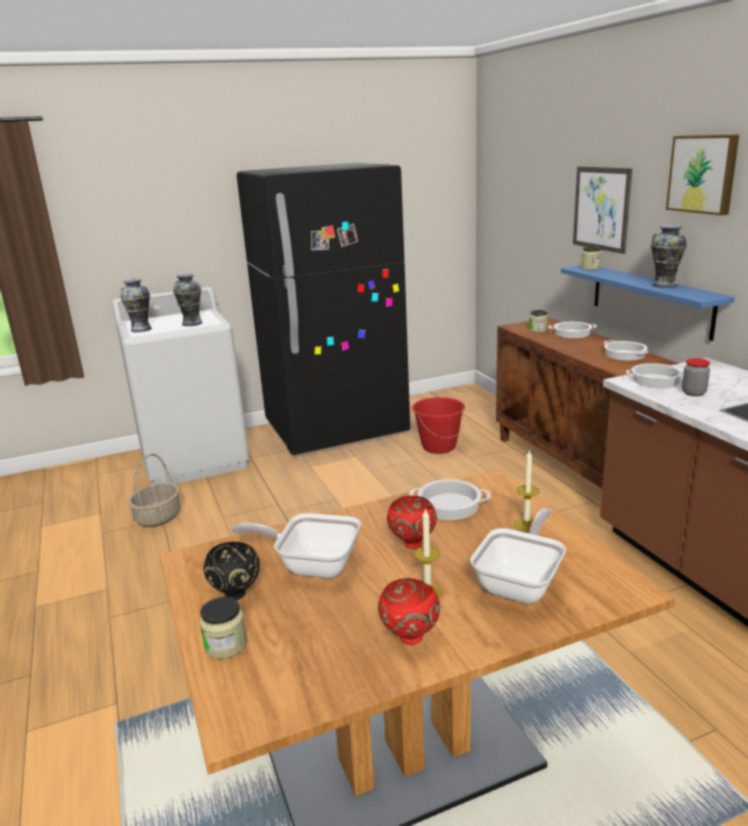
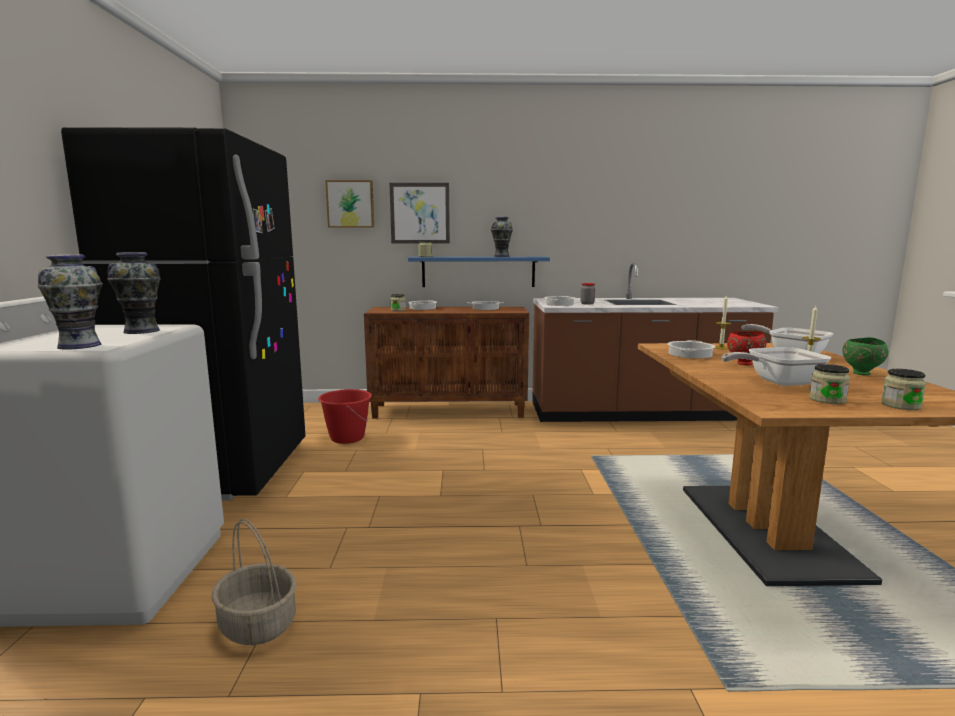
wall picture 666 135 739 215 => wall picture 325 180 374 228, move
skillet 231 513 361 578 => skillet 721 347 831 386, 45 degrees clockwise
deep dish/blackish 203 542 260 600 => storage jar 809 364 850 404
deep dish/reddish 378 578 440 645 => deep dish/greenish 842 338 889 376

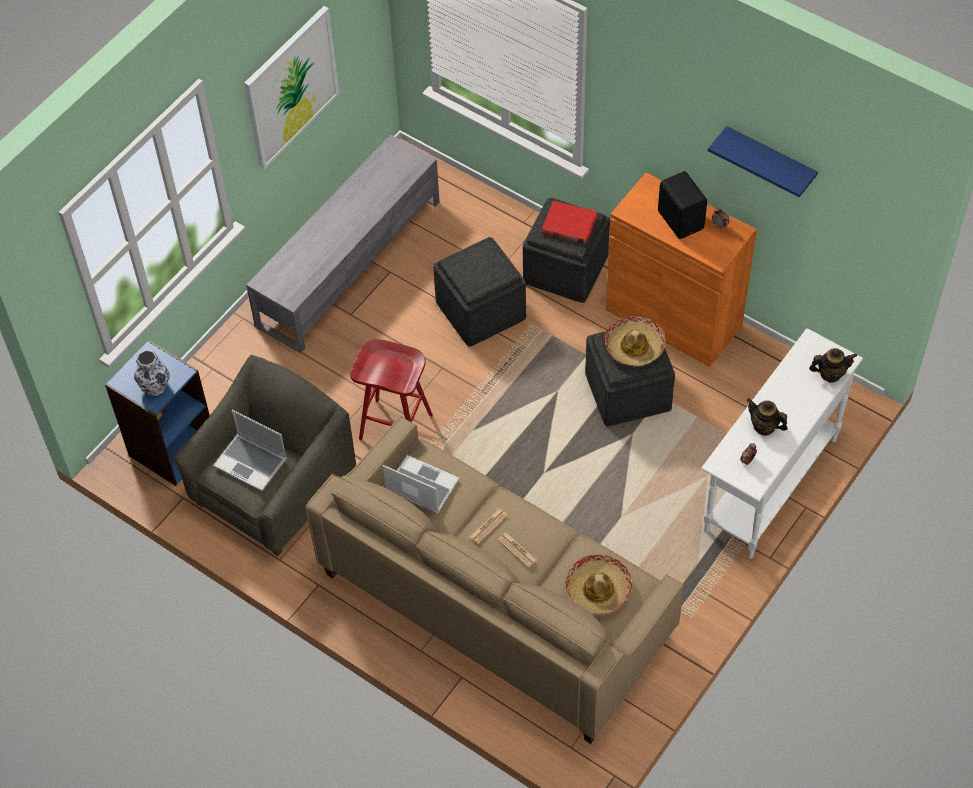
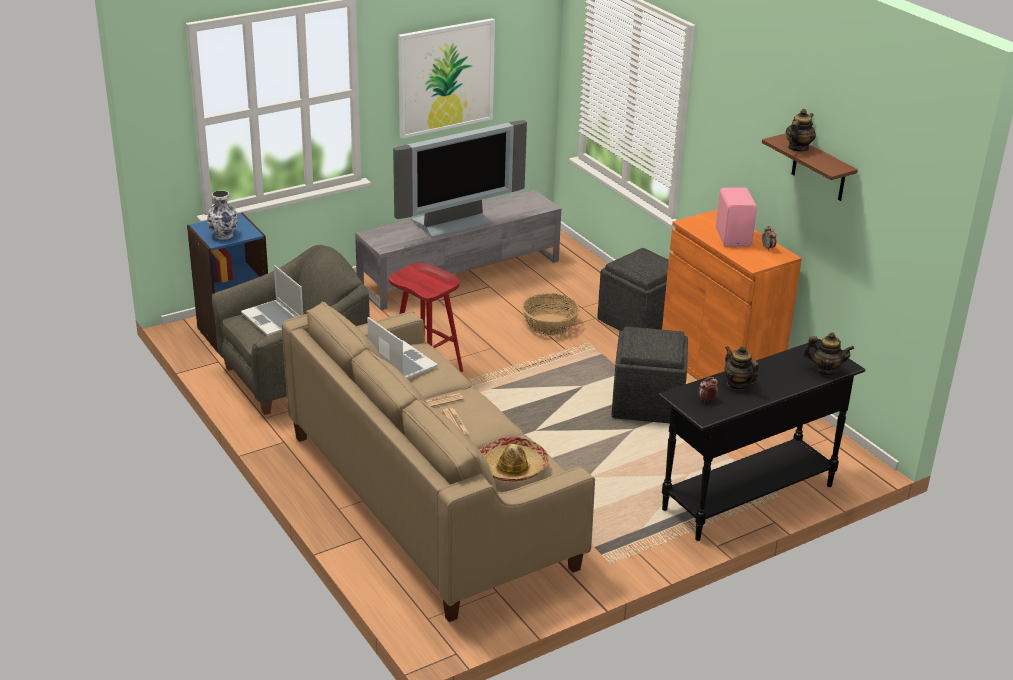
shelf/blue 708 126 818 197 => shelf/brown-coloured 762 133 858 201
loudspeaker/blackish 658 171 707 239 => loudspeaker/pink 716 187 757 247
bound book/reddish 542 201 597 245 => nothing
footrest/gray 433 237 526 347 => storage basket 522 293 579 336
clothing hat 605 316 666 366 => nothing
console table/whitish 701 328 863 558 => console table/blackish 658 339 865 541
nothing => pot for tea 786 109 816 151
nothing => television 393 120 527 238

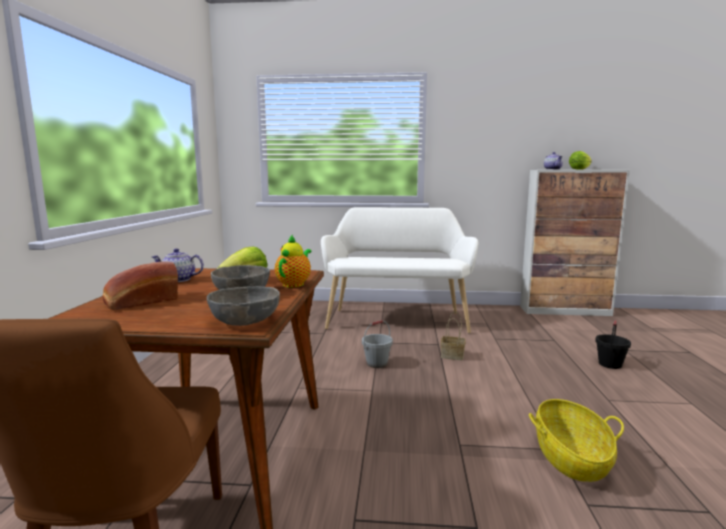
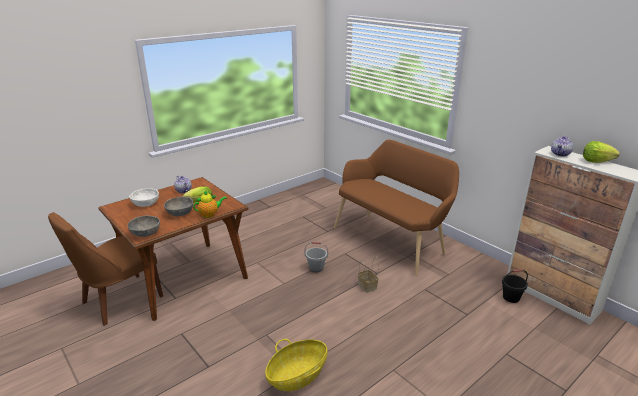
indoor bench/whitish 321 207 478 334 => indoor bench/brown-coloured 334 140 459 276
bakery bread 102 261 178 310 => deep dish/whitish 129 188 159 207
pail/blackish 595 320 631 369 => pail/blackish 502 269 528 303, move

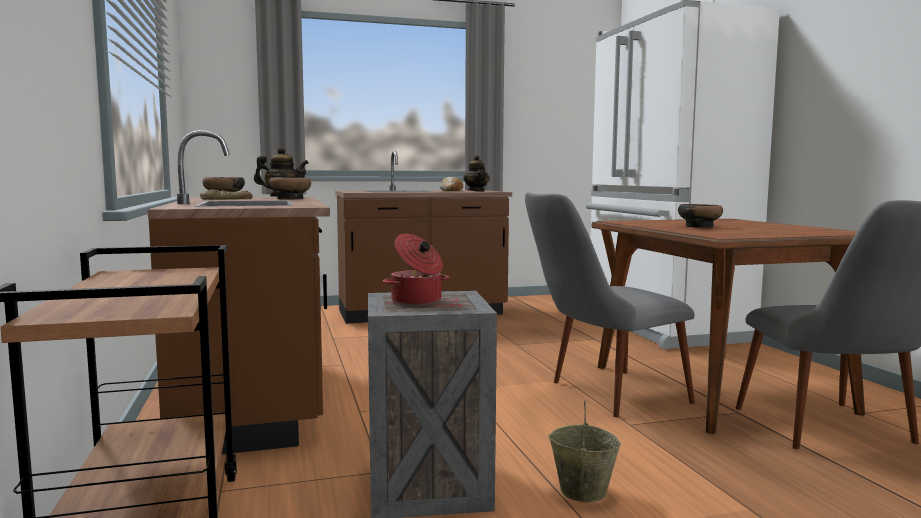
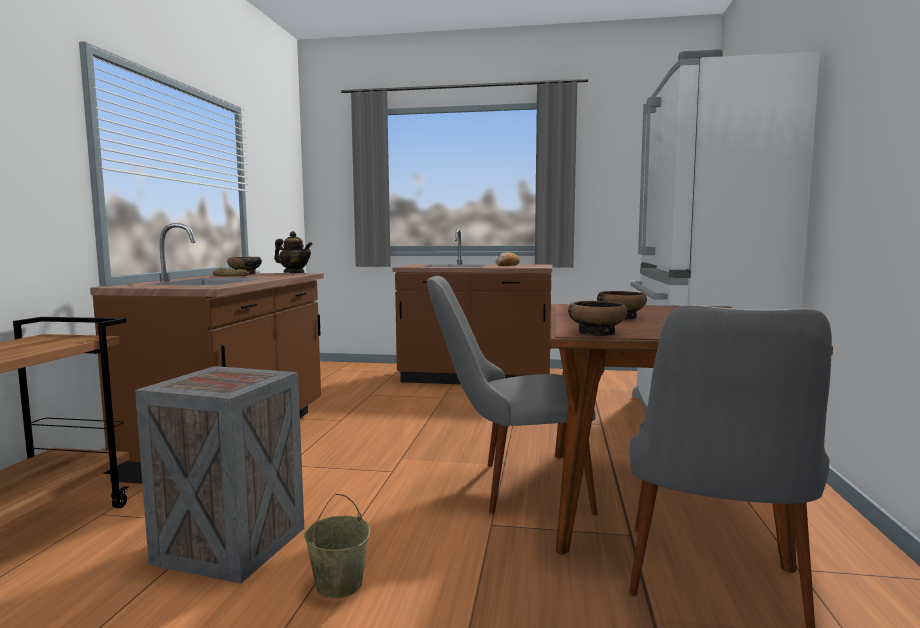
pot for tea 464 155 489 192 => nothing
deep dish 269 177 311 200 => deep dish 568 301 627 336, move
stockpot 383 234 450 306 => nothing

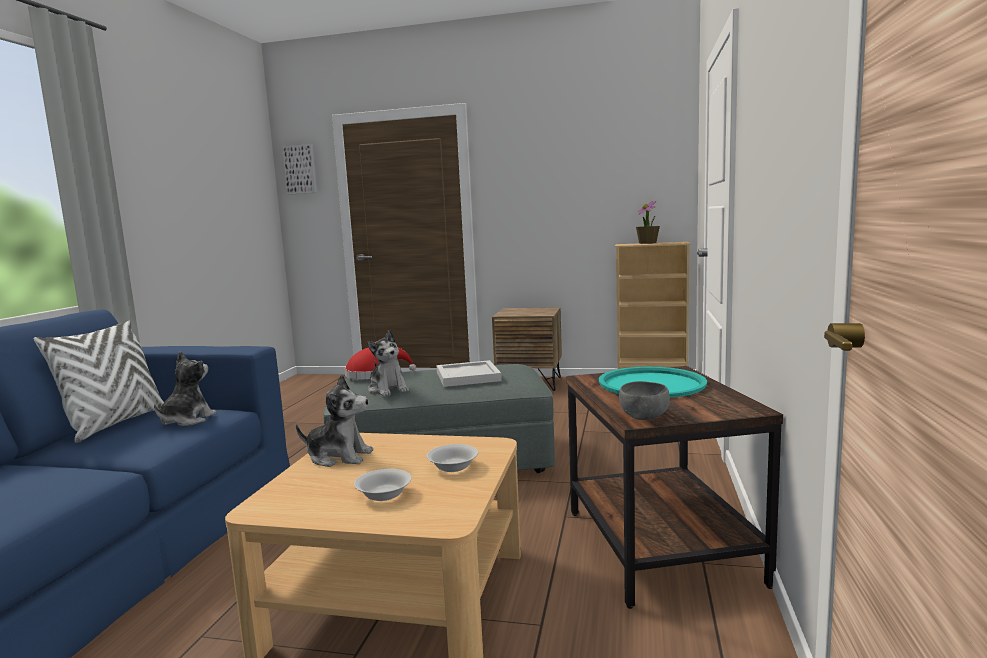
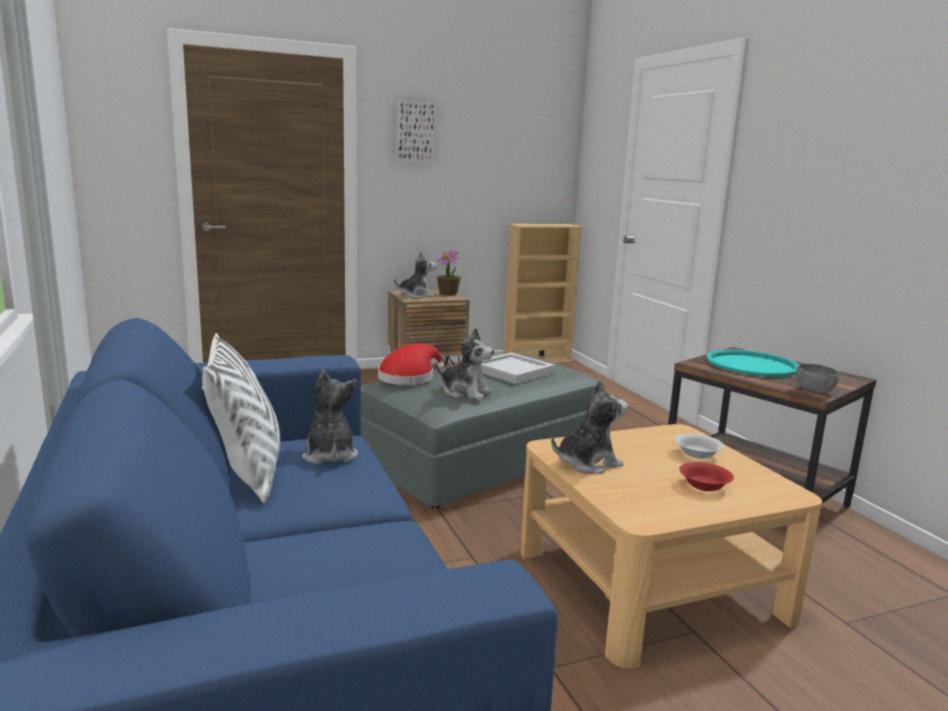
wall picture 282 144 317 195 => wall picture 397 101 436 162, move
potted plant 636 201 660 244 => potted plant 437 250 461 296, move
deep dish/whitish 354 469 412 501 => deep dish/reddish 679 462 734 491
nothing => soft toy 394 252 436 298

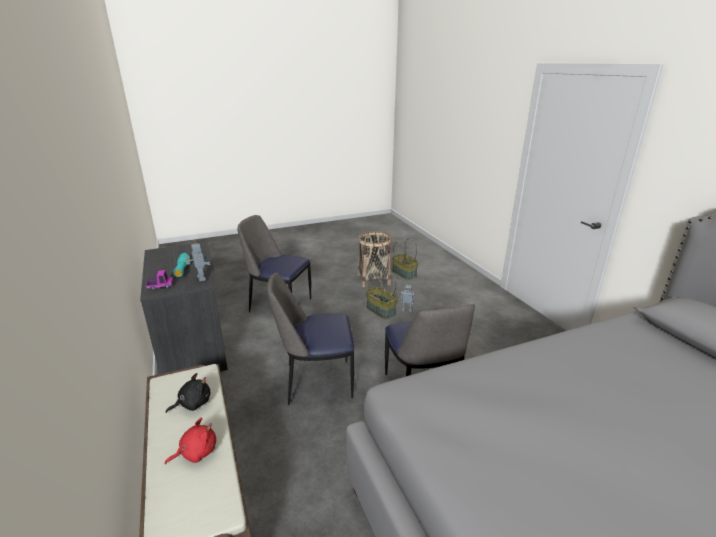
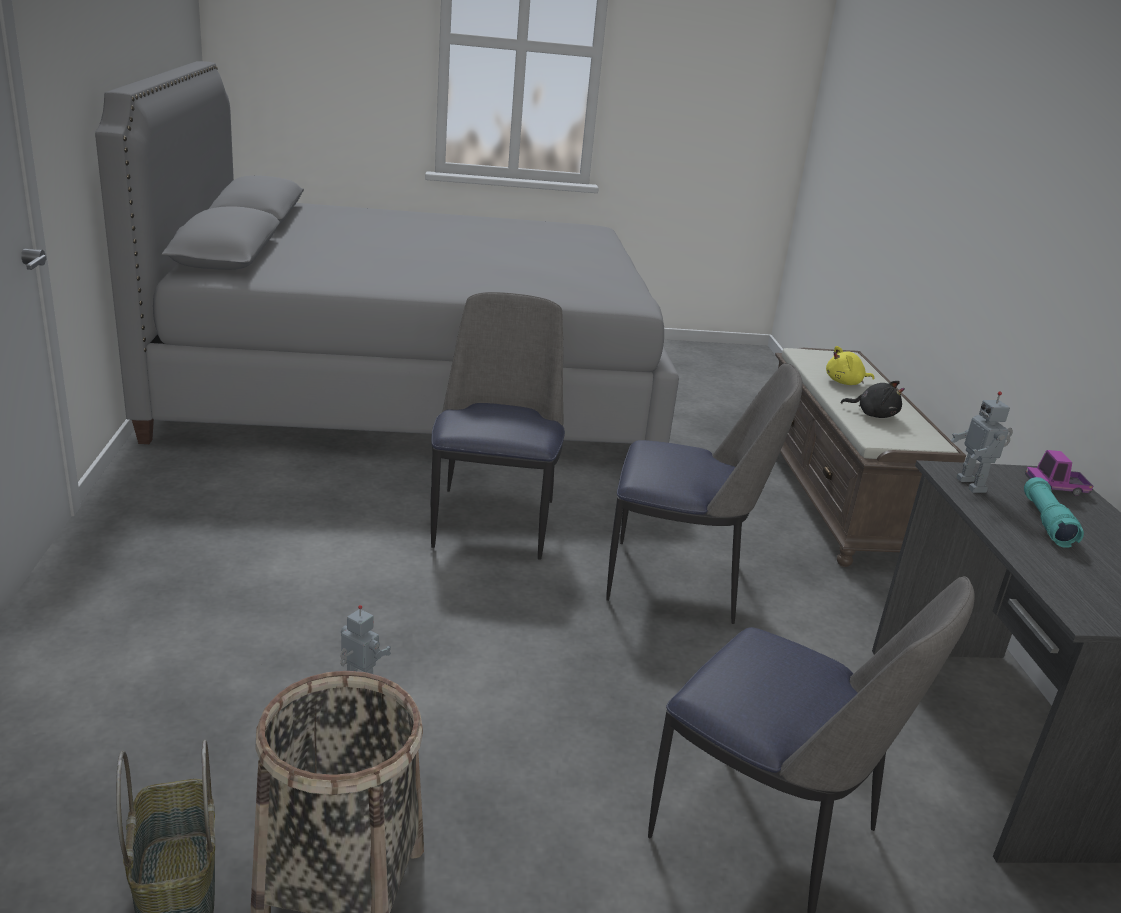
storage basket 366 270 397 319 => nothing
soft toy/blackish 166 373 210 413 => soft toy/blackish 841 381 905 418, 135 degrees counterclockwise
soft toy/reddish 165 418 216 464 => soft toy/yellowish 826 346 874 385

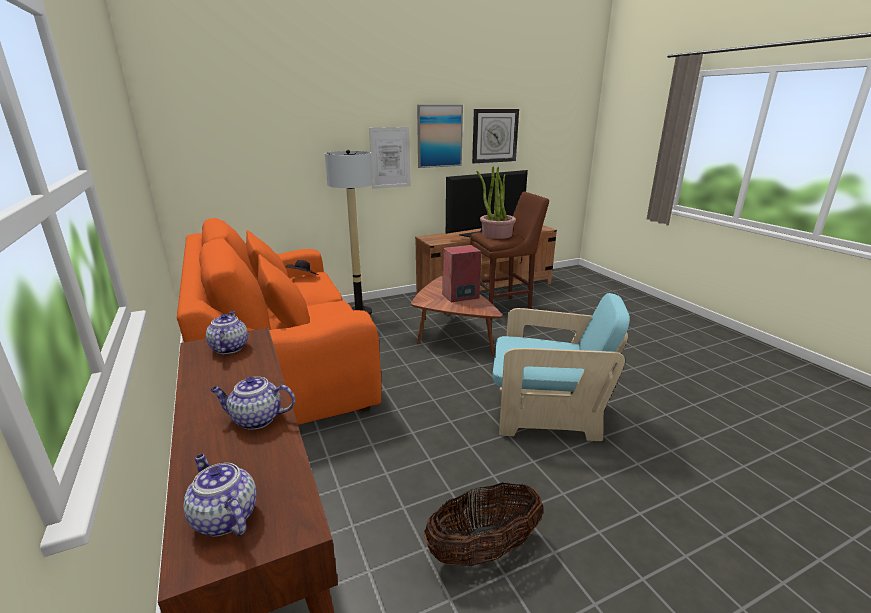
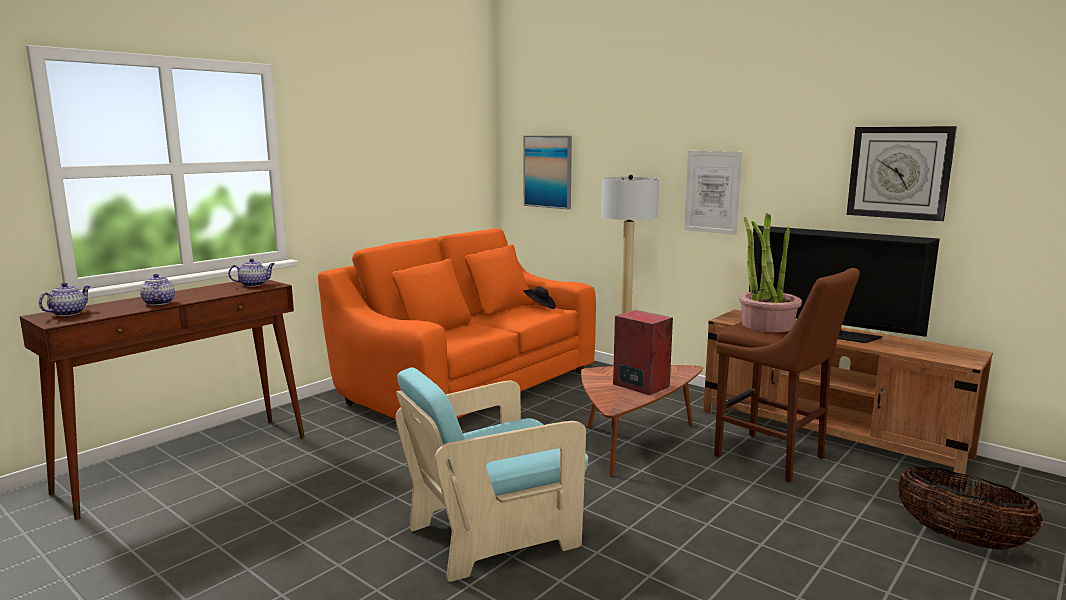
wall picture 417 105 463 168 => wall picture 523 136 572 210, move
lounge chair/turquoise-coloured 493 293 630 441 => lounge chair/turquoise-coloured 395 367 588 582, 75 degrees clockwise
storage basket 424 483 543 567 => storage basket 897 467 1043 550, move

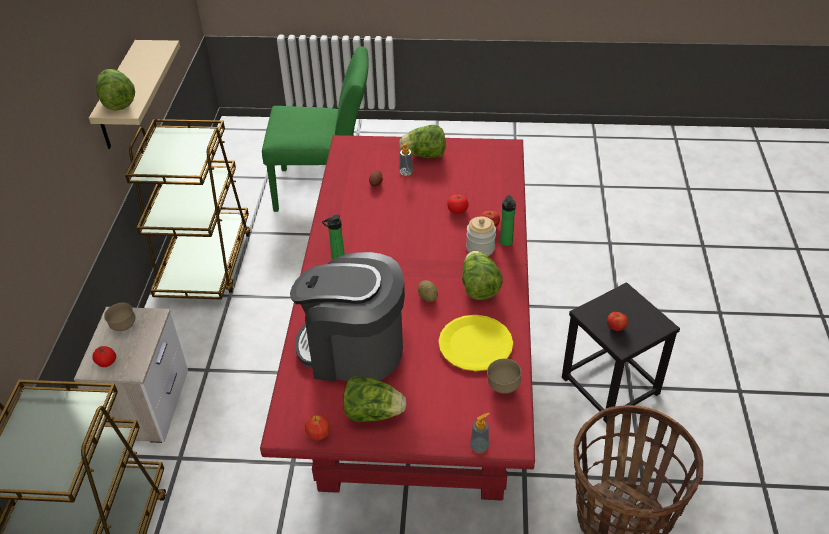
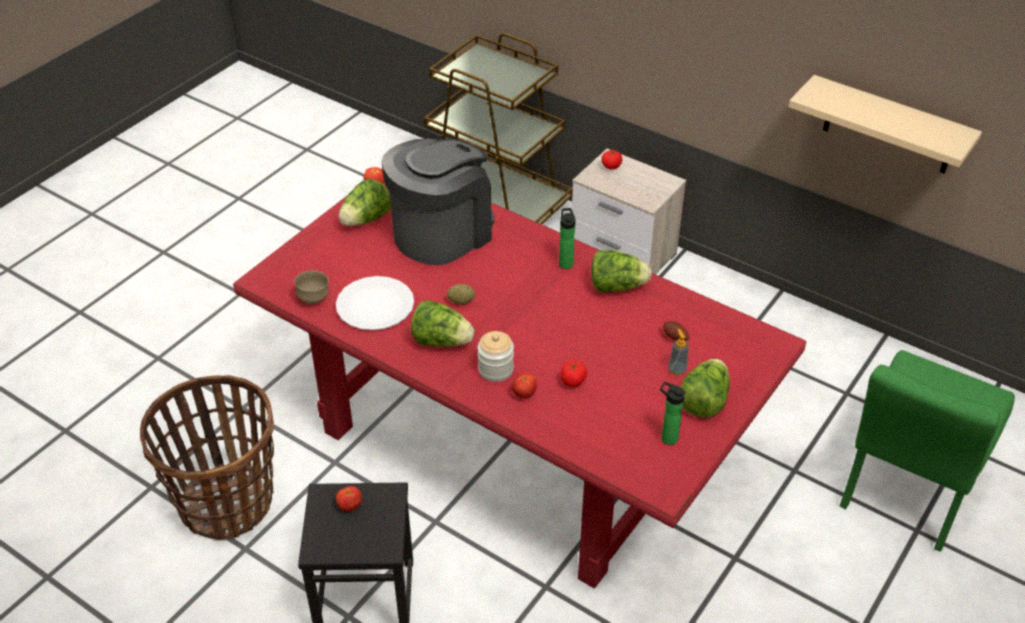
lettuce 96 69 135 111 => lettuce 591 250 652 293, move
wheeled cart/brown-coloured 125 119 251 300 => nothing
bottle 500 195 516 246 => bottle 660 382 685 445, move
deep dish/brown-coloured 104 303 135 331 => nothing
dinner plate/yellowish 438 315 513 371 => dinner plate/whitish 336 276 414 330
soap dispenser 470 413 490 453 => nothing

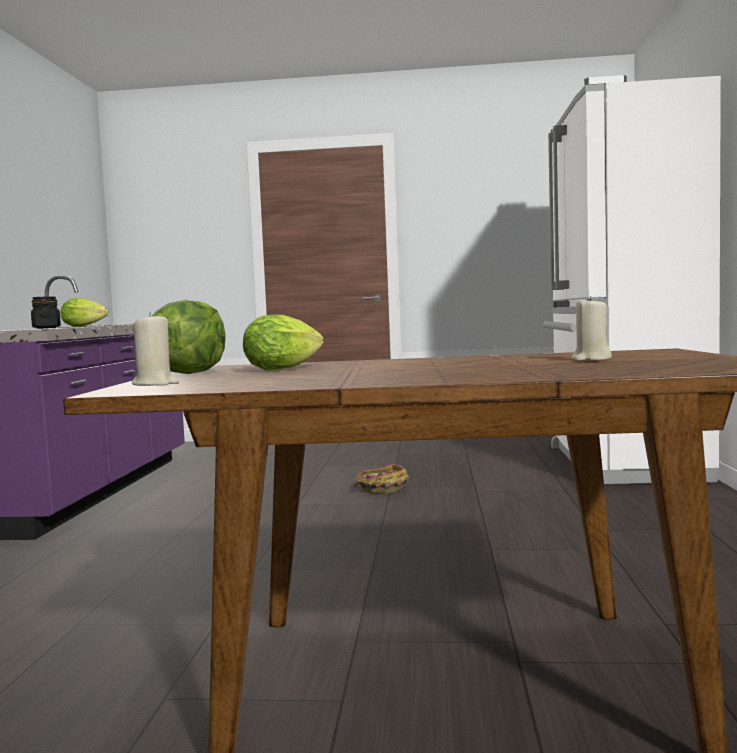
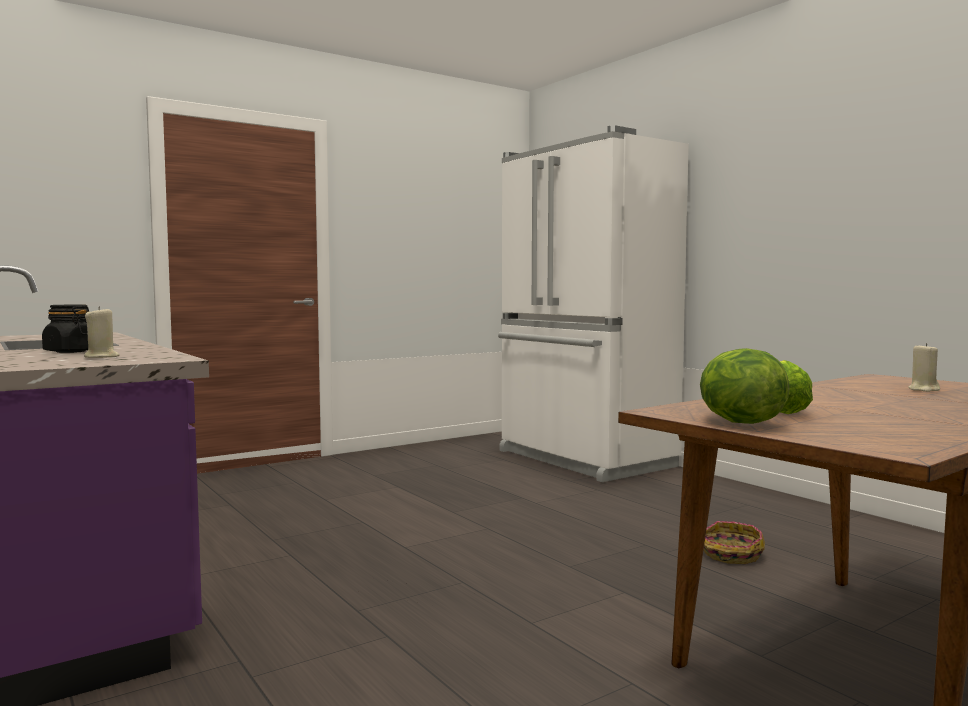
lettuce 61 298 108 327 => nothing
candle/beige-coloured 132 313 179 386 => candle/beige-coloured 84 306 120 358, move
storage basket 352 464 409 494 => storage basket 704 521 765 564, move

